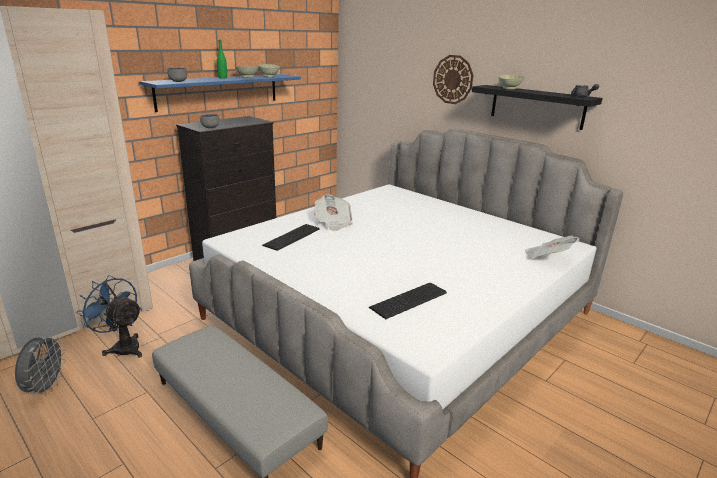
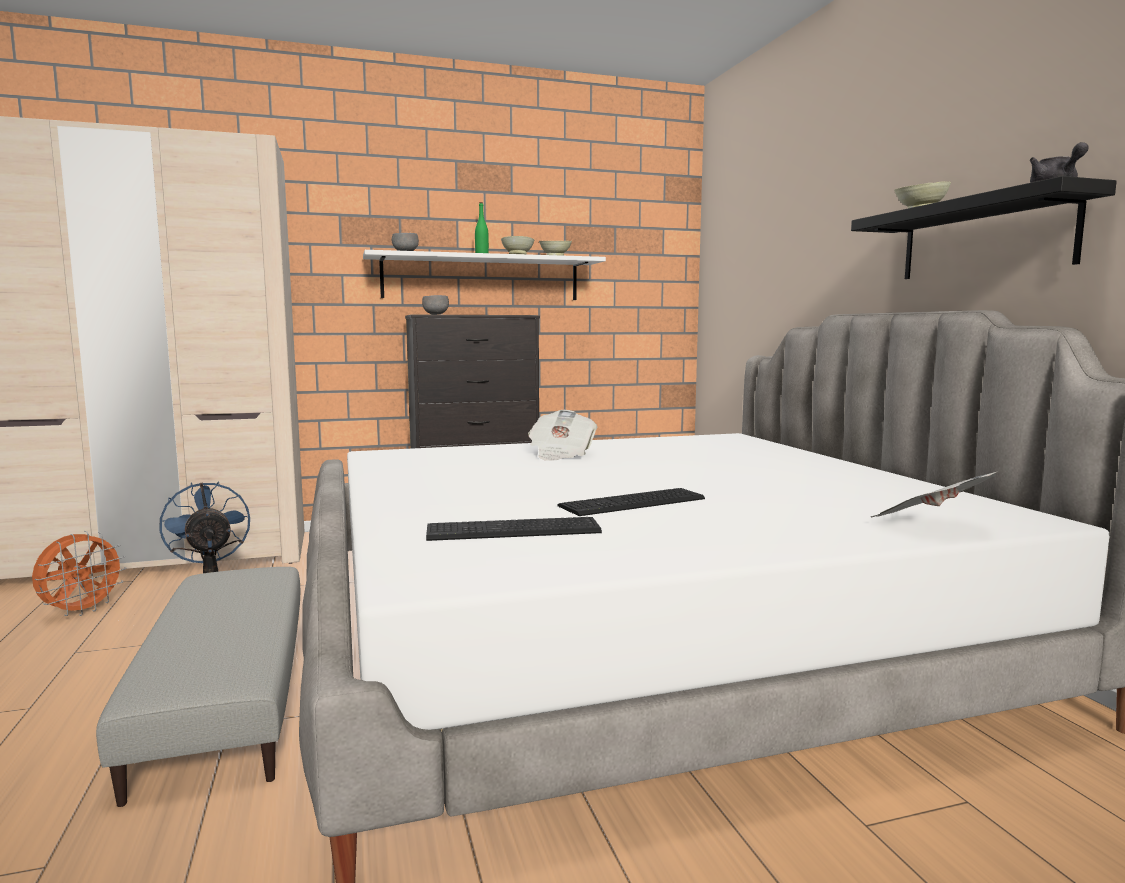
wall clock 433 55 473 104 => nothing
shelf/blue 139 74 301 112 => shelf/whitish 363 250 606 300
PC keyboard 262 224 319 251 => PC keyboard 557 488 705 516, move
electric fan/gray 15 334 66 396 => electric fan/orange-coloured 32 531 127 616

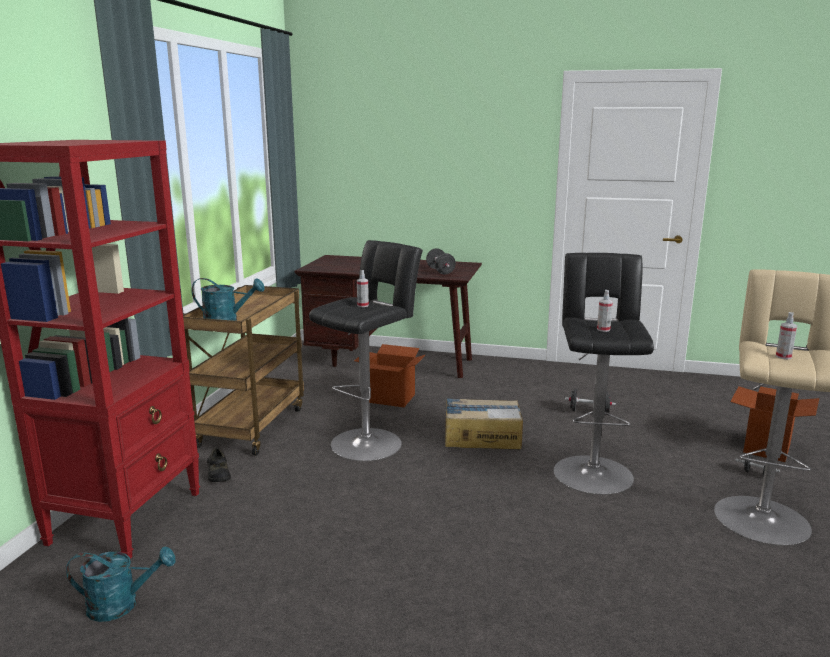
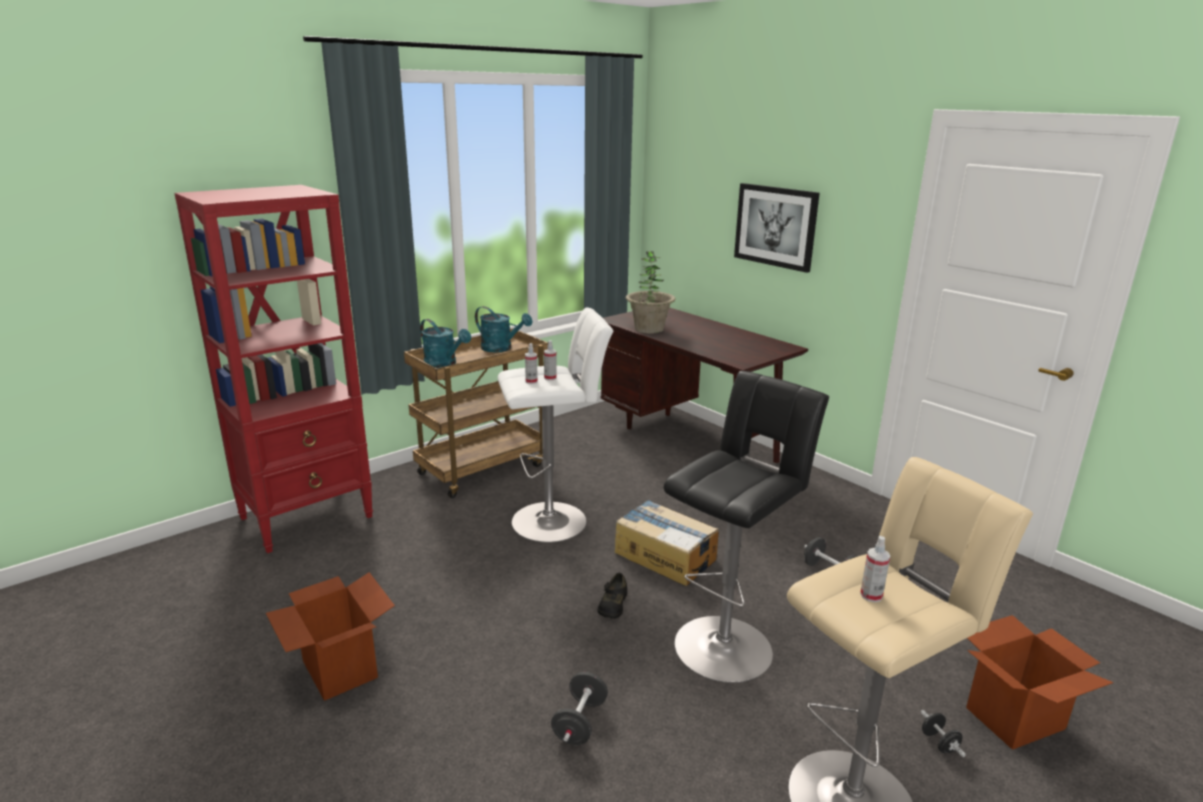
stool seat/blackish 309 240 423 461 => stool seat/whitish 498 307 614 543
dumbbell/blackish 426 248 456 275 => dumbbell/blackish 551 672 608 745, move
hand sprayer 597 290 613 332 => hand sprayer 525 343 538 384, move
cardboard box 354 344 425 407 => cardboard box 266 572 395 701, move
shoe/blackish 207 448 231 482 => shoe/blackish 597 573 627 619, move
sprinkling can/turquoise-coloured 66 547 175 622 => sprinkling can/turquoise-coloured 475 306 533 353, move
nothing => wall picture 734 183 820 273
nothing => potted plant 626 251 676 334

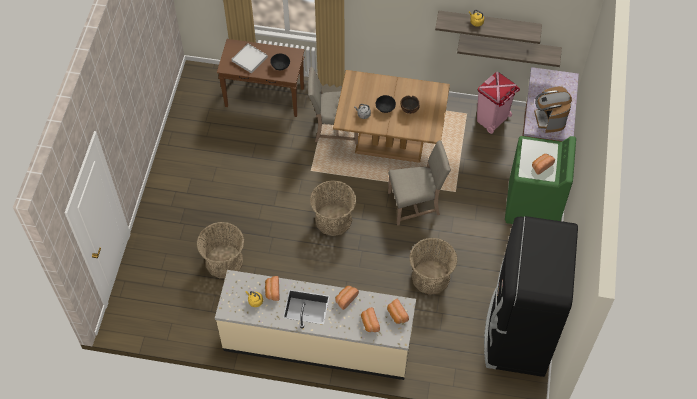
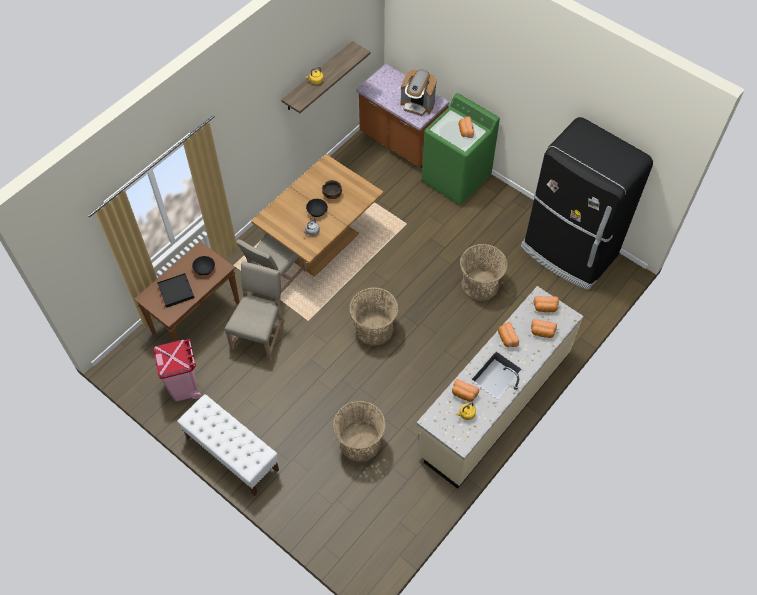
shelf 457 34 562 67 => nothing
serving tray/whitish 232 43 268 74 => serving tray/blackish 157 273 194 308
waste bin/pink 477 72 520 134 => waste bin/pink 154 339 201 401, move
chair/beige-coloured 388 140 451 226 => chair/beige-coloured 224 261 285 361, move
nothing => indoor bench/whitish 177 394 279 496

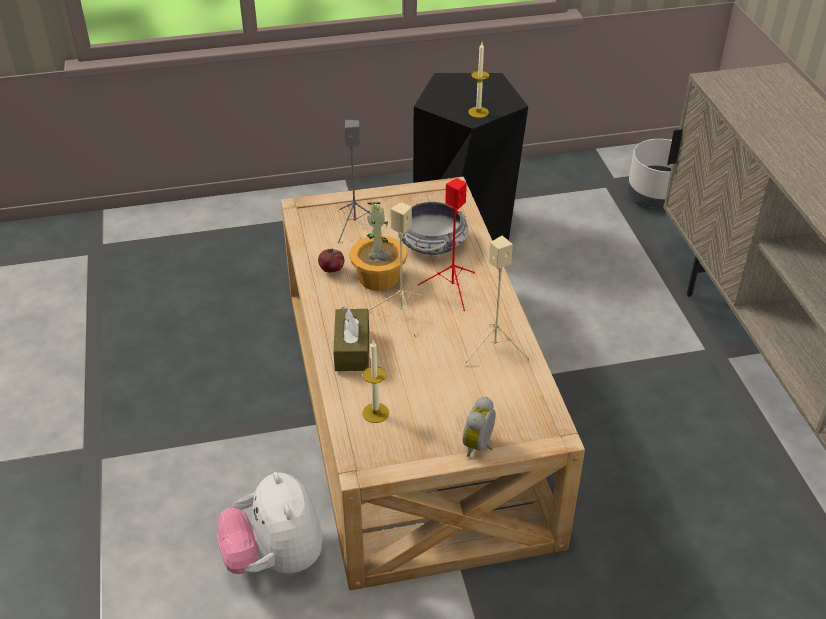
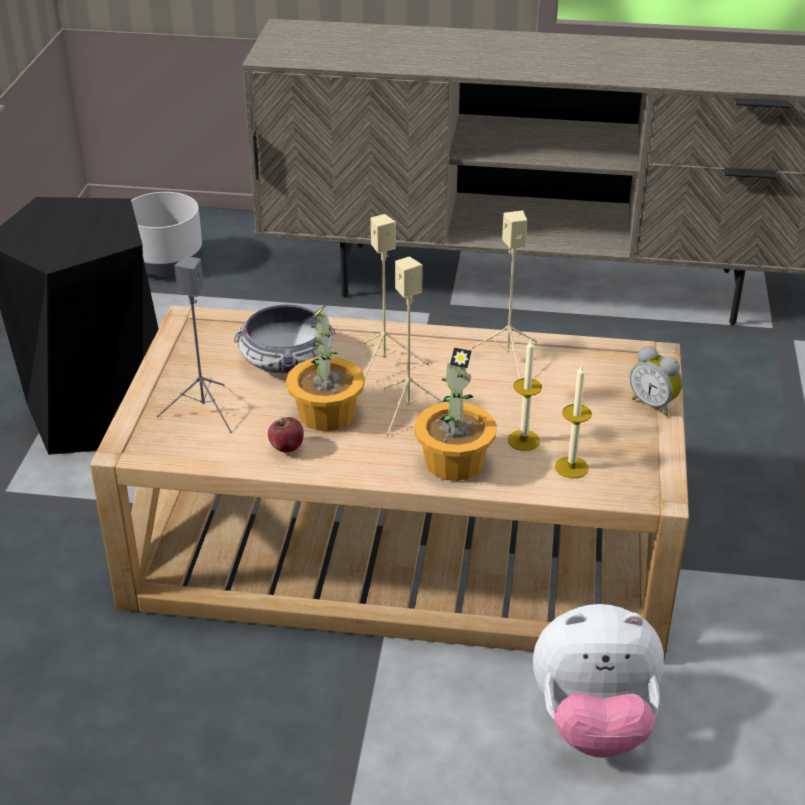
candle 468 43 489 118 => candle 508 340 542 451, move
loudspeaker/reddish 418 178 475 311 => loudspeaker/beige-coloured 364 214 430 378
tissue box/brown-coloured 333 306 369 371 => potted plant 414 348 497 481

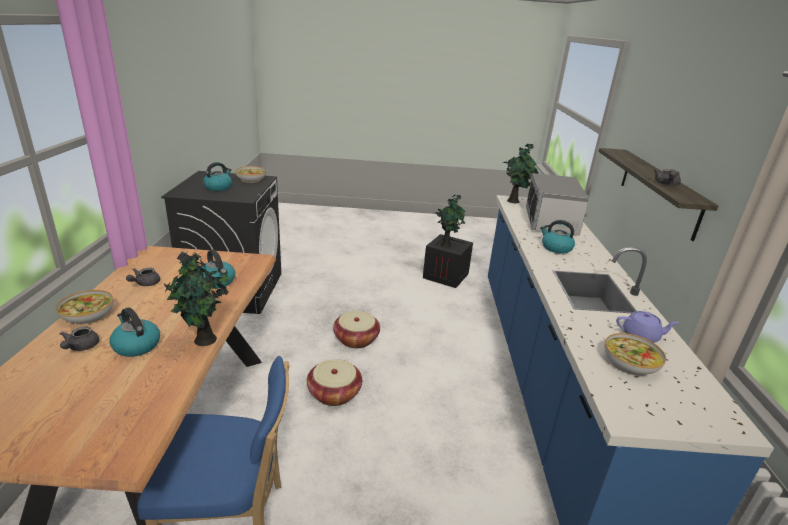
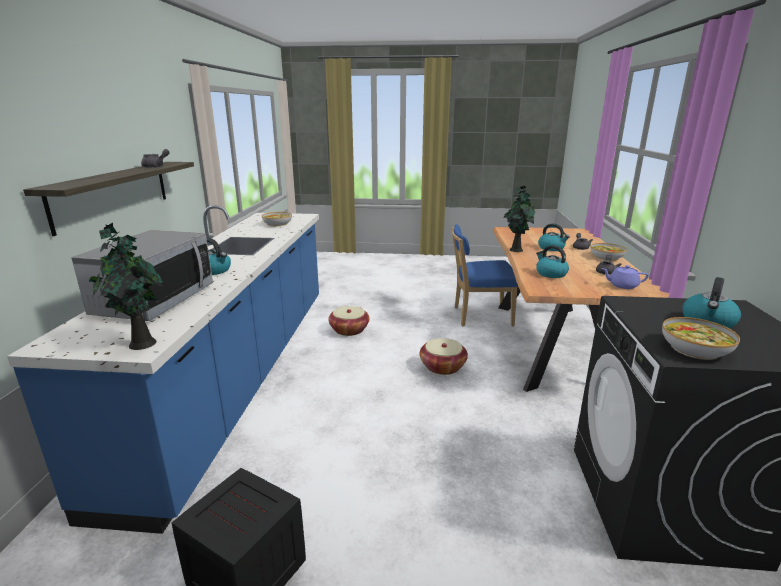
potted plant 436 195 465 247 => nothing
storage basket 333 311 380 348 => storage basket 328 306 370 336, move
pot for tea/purplish 616 311 679 343 => pot for tea/purplish 601 265 649 289, move

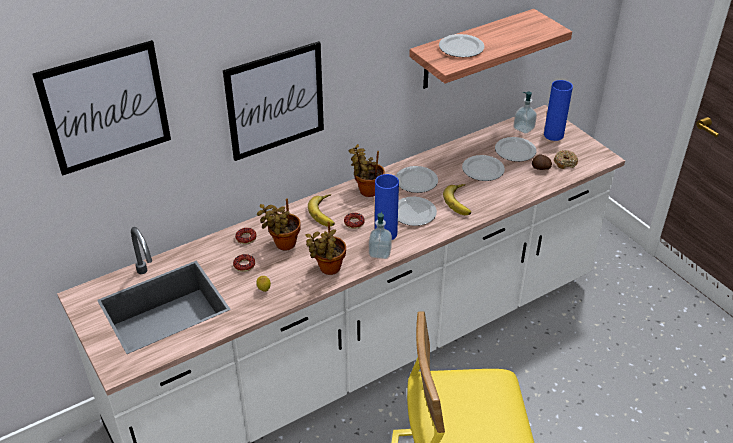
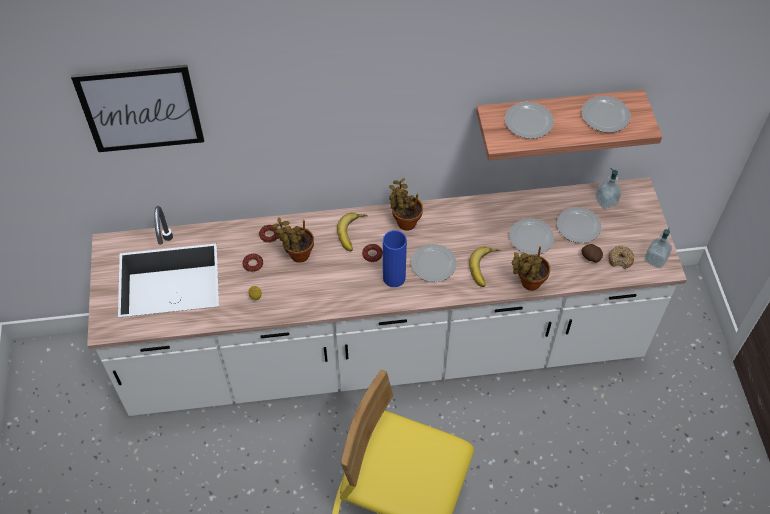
wall picture 223 41 324 161 => nothing
decorative vase/blue 544 80 573 141 => nothing
dinner plate 396 166 438 193 => dinner plate 582 96 631 132, move
soap dispenser 369 211 392 259 => soap dispenser 645 227 672 268, move
potted plant 305 221 346 275 => potted plant 512 246 550 291, move

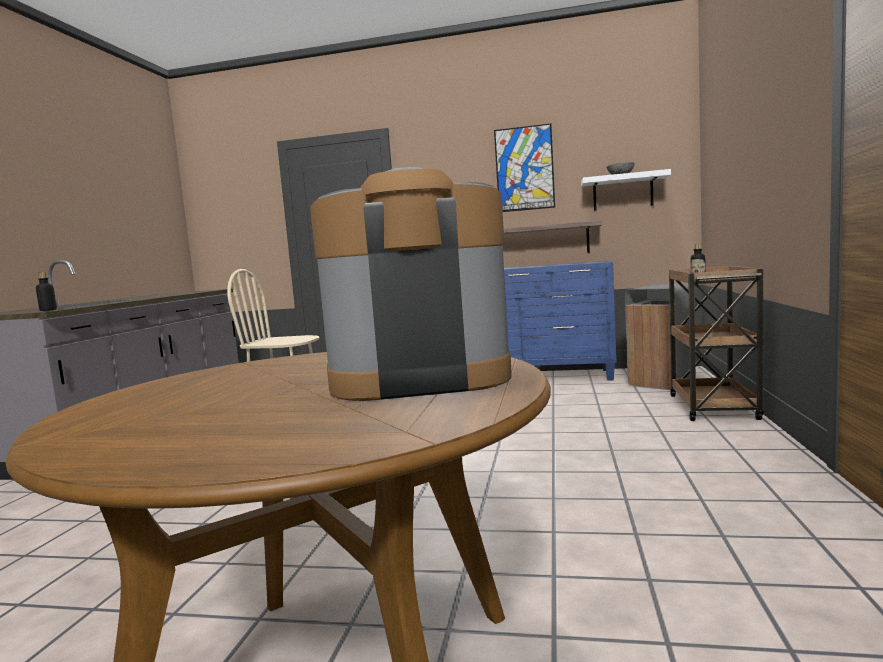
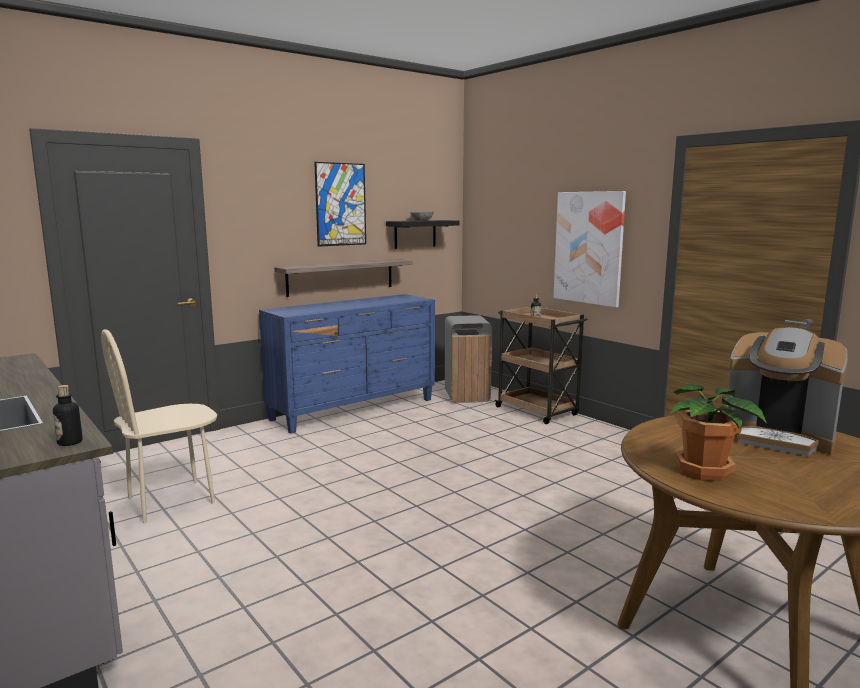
coffee maker 310 167 512 401 => coffee maker 726 327 848 456, 90 degrees counterclockwise
shelf/whitish 581 169 671 211 => shelf/blackish 386 220 460 249
nothing => wall picture 553 191 626 307
nothing => potted plant 670 384 767 481

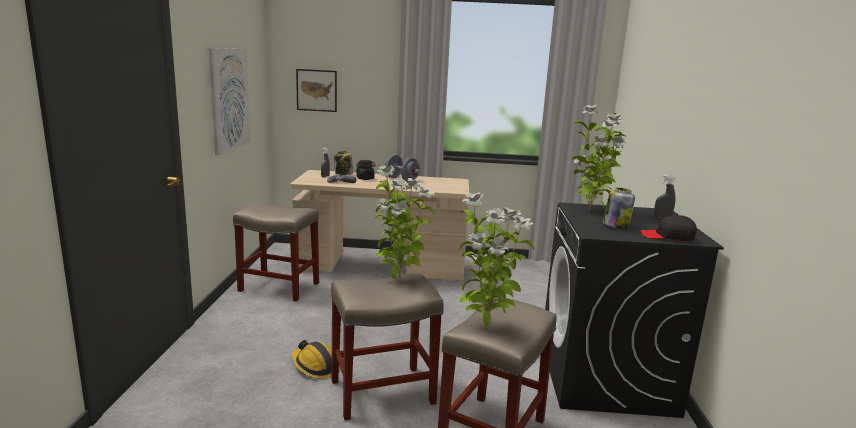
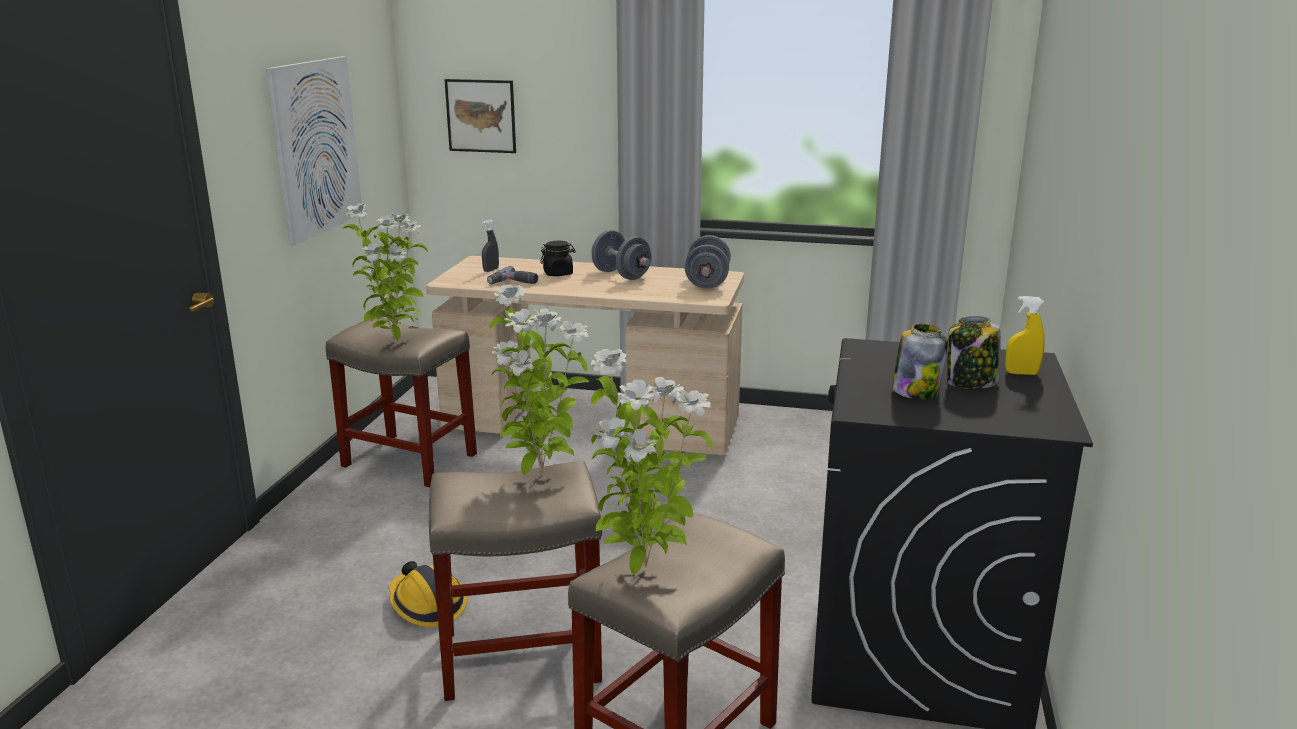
potted plant 571 105 627 210 => potted plant 343 204 428 341, move
storage jar 334 151 353 175 => storage jar 947 316 1001 389, move
hand sprayer/gray 654 175 676 218 => hand sprayer/yellowish 1005 296 1045 375
cap/blackish 641 215 697 241 => nothing
nothing => dumbbell/gray 685 235 731 289

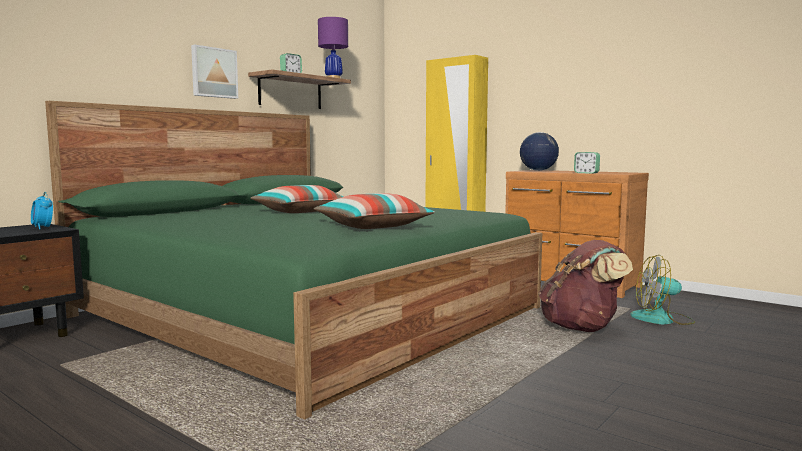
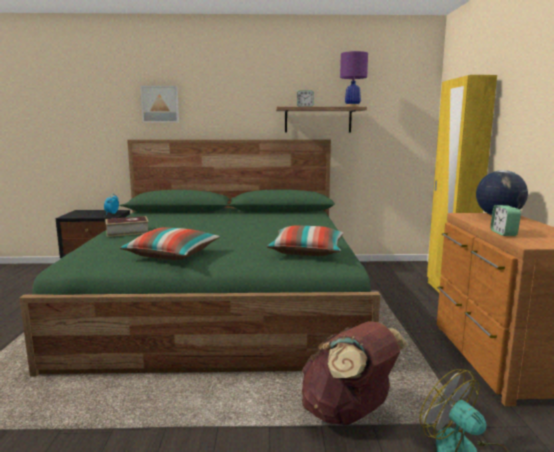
wall picture 191 45 238 99 => wall picture 140 86 179 123, move
throw pillow 250 185 344 213 => throw pillow 266 226 344 256, move
nothing => bound book 105 216 149 237

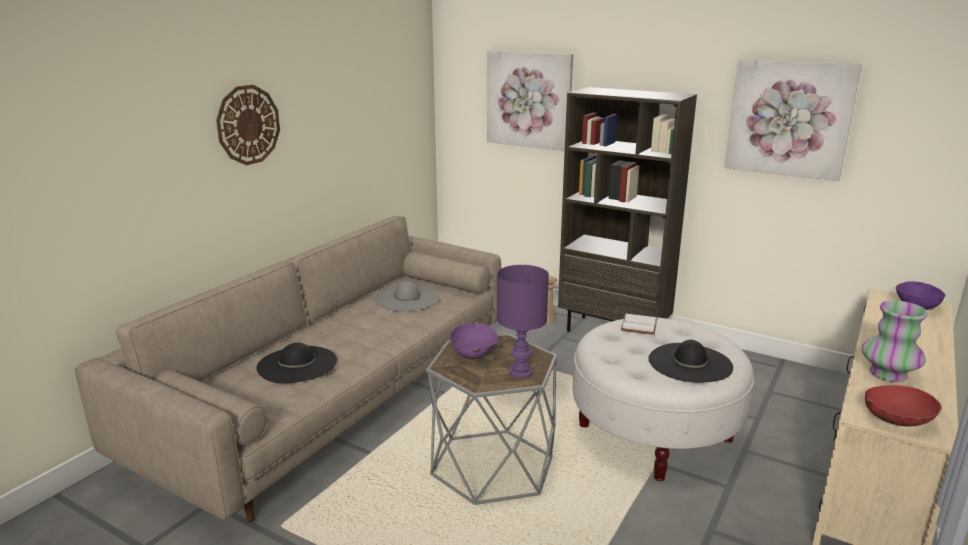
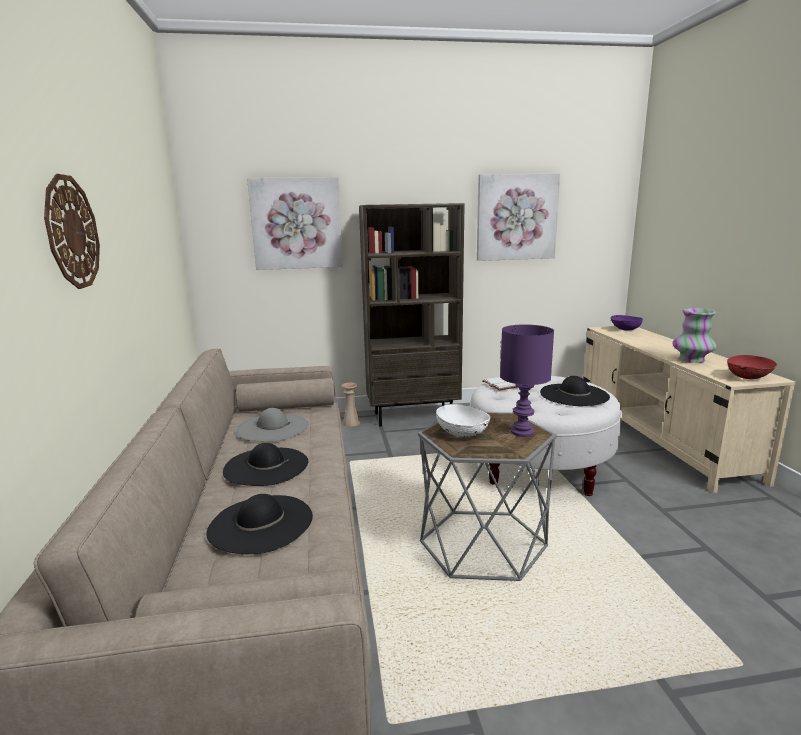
deep dish/purplish 450 323 498 359 => deep dish/whitish 436 404 490 437
nothing => clothing hat/blackish 223 443 308 486

